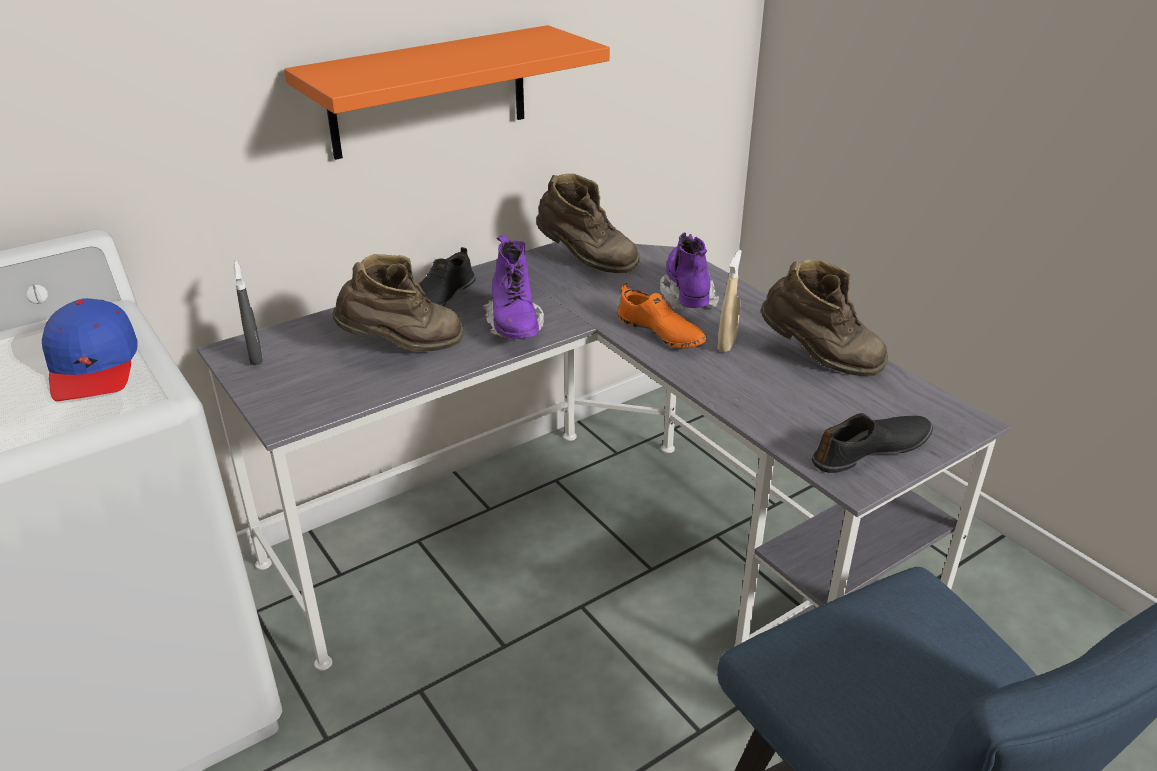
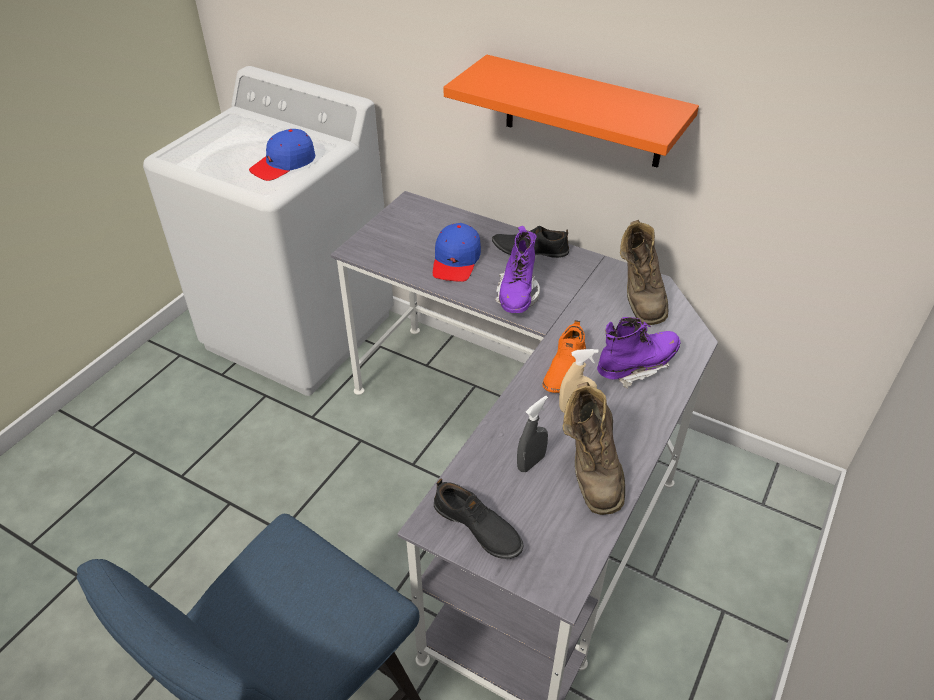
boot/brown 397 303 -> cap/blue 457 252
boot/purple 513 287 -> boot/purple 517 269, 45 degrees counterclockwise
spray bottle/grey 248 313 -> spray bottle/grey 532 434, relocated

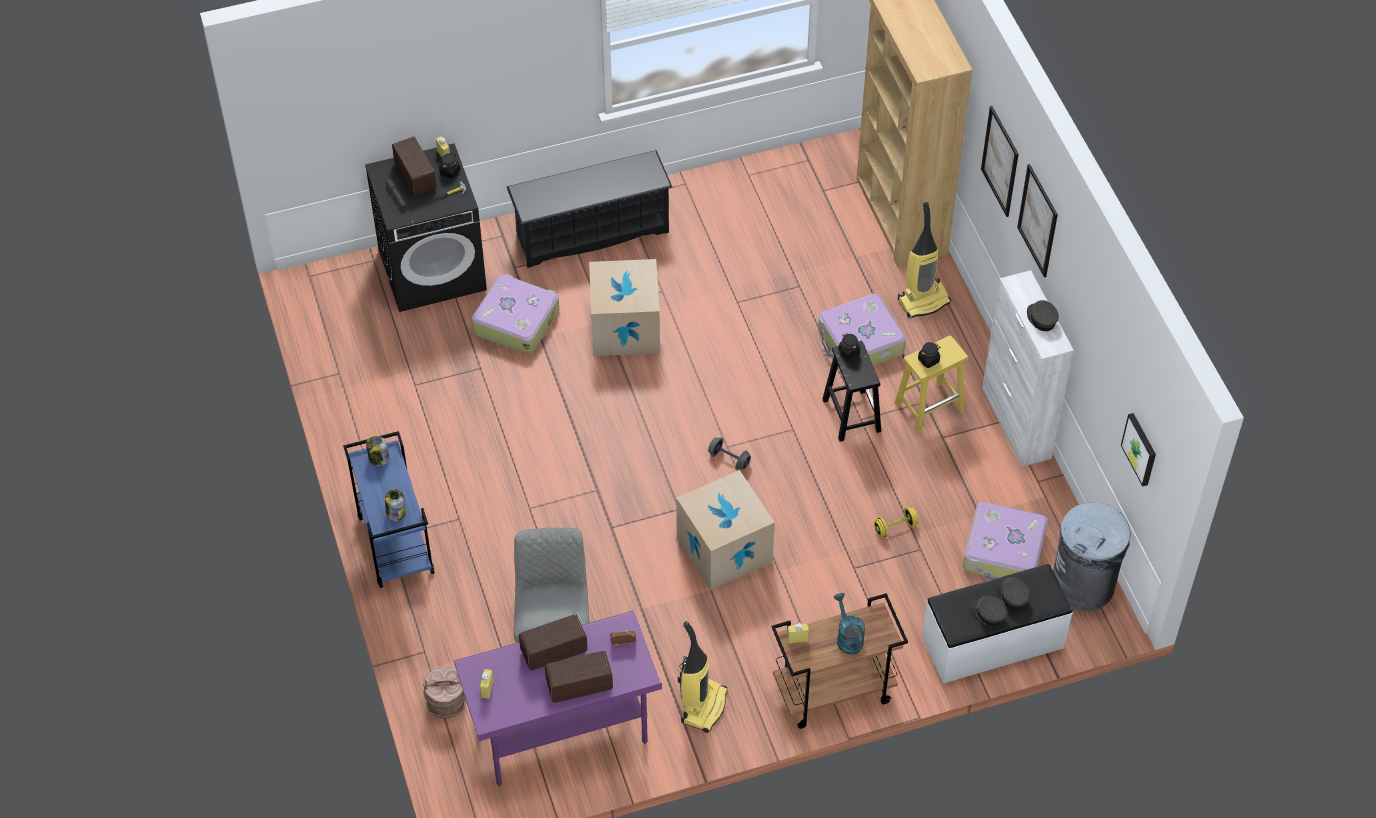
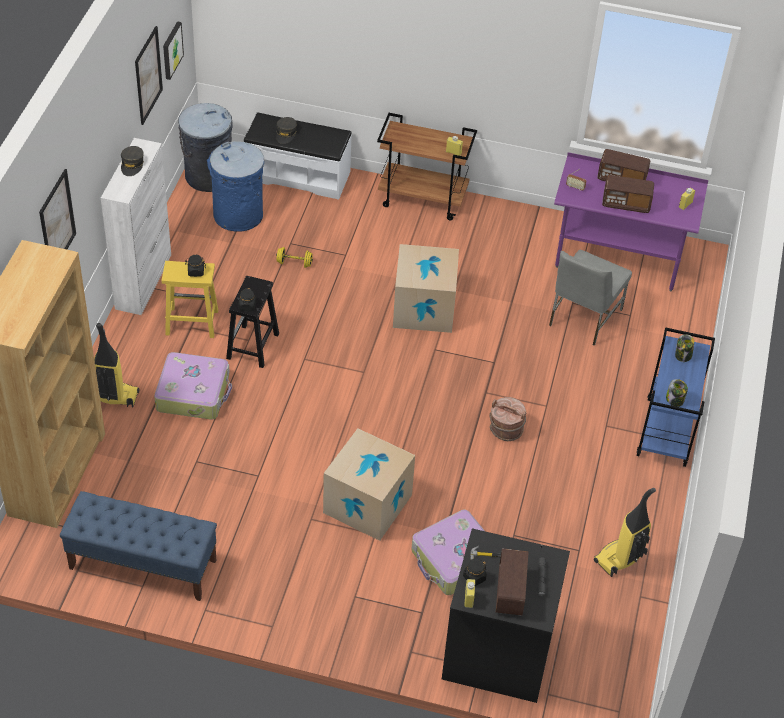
none -> bench/blue 138 546
picture 1037 221 -> picture 149 75, relocated
suitcase 1005 541 -> trash can/blue 235 186
bucket/brown 444 692 -> bucket/brown 508 419, relocated
vacuum cleaner 703 677 -> vacuum cleaner 625 532, relocated
shoe rack/black 590 209 -> none
dumbbell/grey 729 453 -> none
watering can/turquoise 849 623 -> none
cap/grey 988 610 -> none

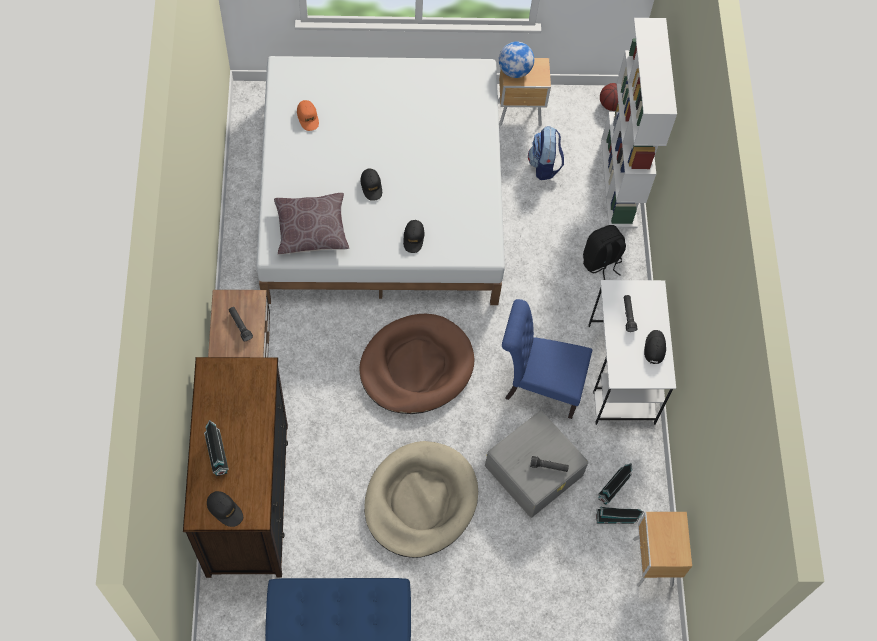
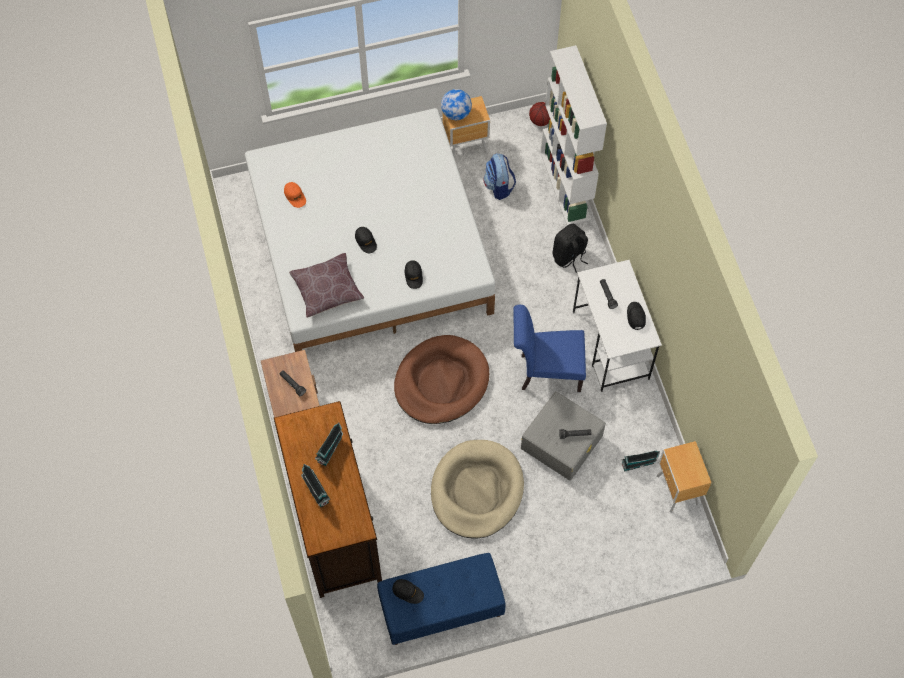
toy house 615 484 -> toy house 329 444, relocated
cap/black 225 509 -> cap/black 408 591, relocated

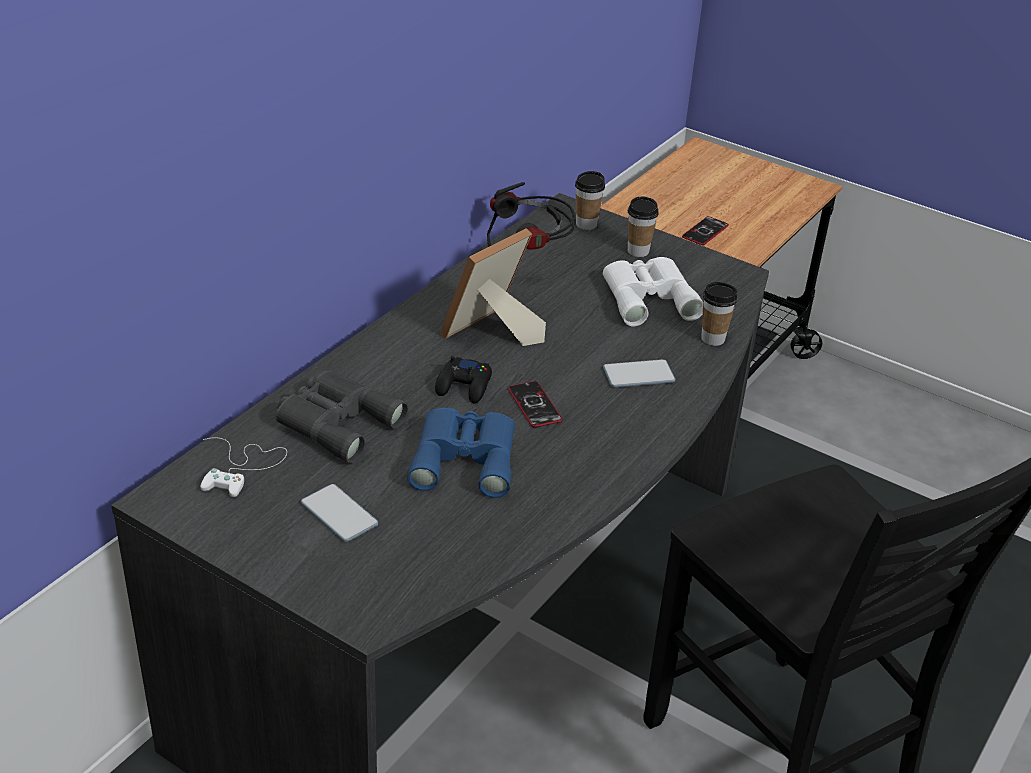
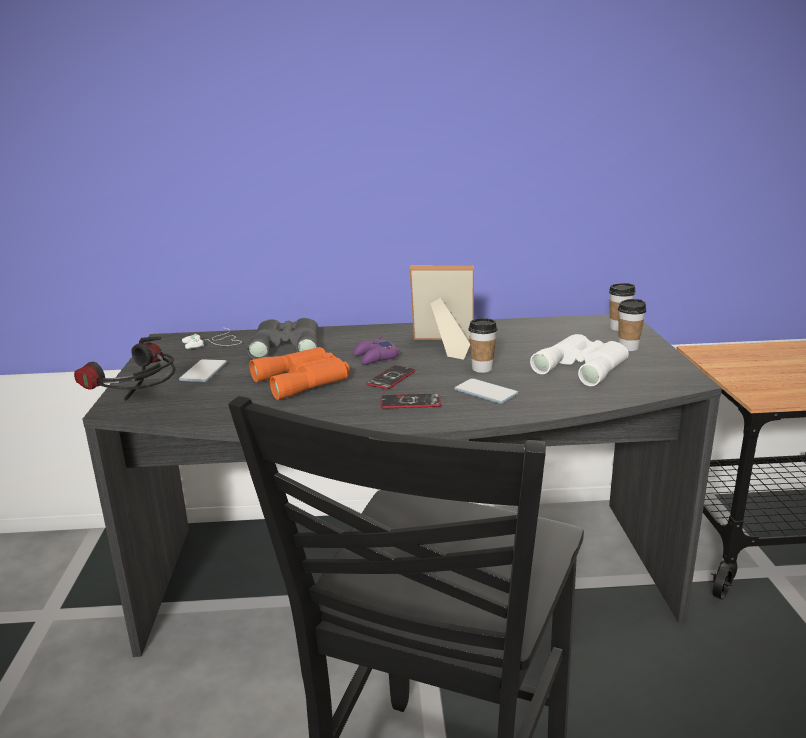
headphones 531 216 -> headphones 124 368, relocated
binoculars/blue 461 453 -> binoculars/orange 299 373
game controller/black 463 379 -> game controller/purple 376 350
phone 705 230 -> phone 411 401, relocated
cup 719 314 -> cup 482 345, relocated

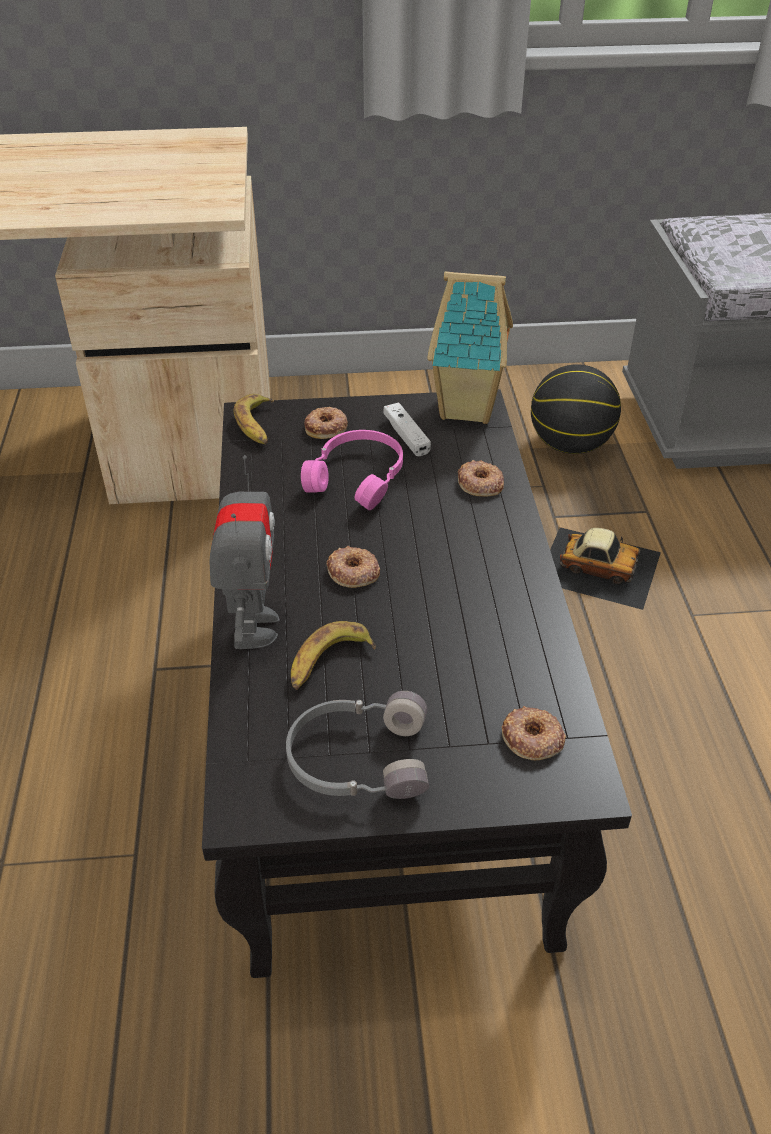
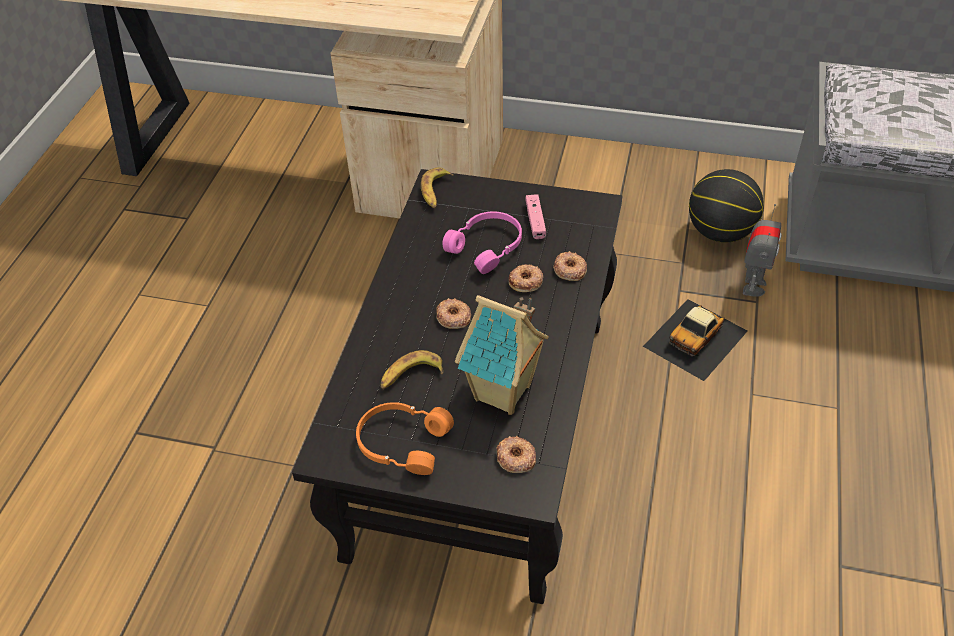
headphones/grey 357 745 -> headphones/orange 405 438
toy house 470 347 -> toy house 502 355, relocated
donut 326 423 -> donut 526 278, relocated
game controller/white 407 429 -> game controller/pink 535 216
toy car 605 568 -> toy car 695 340, 90 degrees clockwise
toy robot 244 552 -> toy robot 762 250, relocated

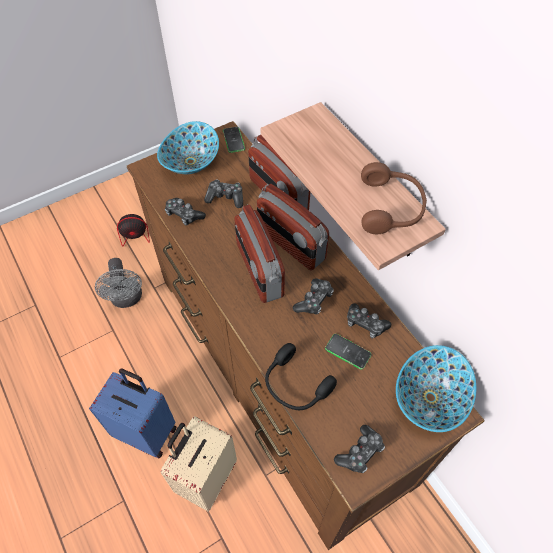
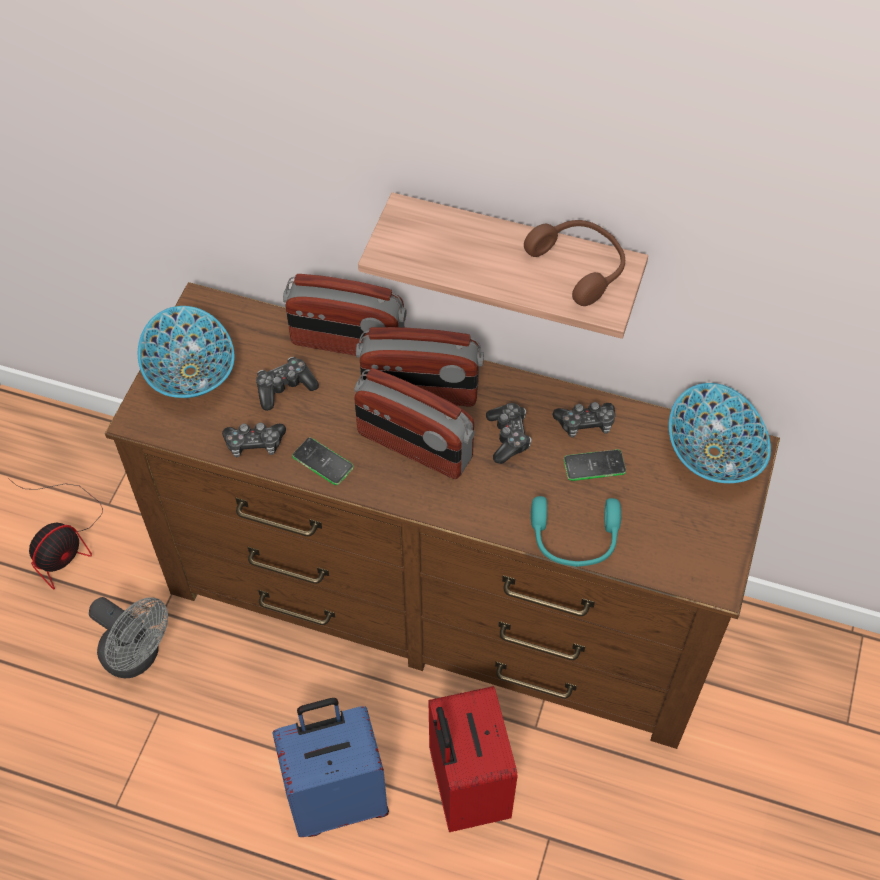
phone 234 140 -> phone 323 461, relocated
suitcase/beige 199 464 -> suitcase/red 472 759
headphones/black 301 376 -> headphones/turquoise 576 531
game controller 359 449 -> none

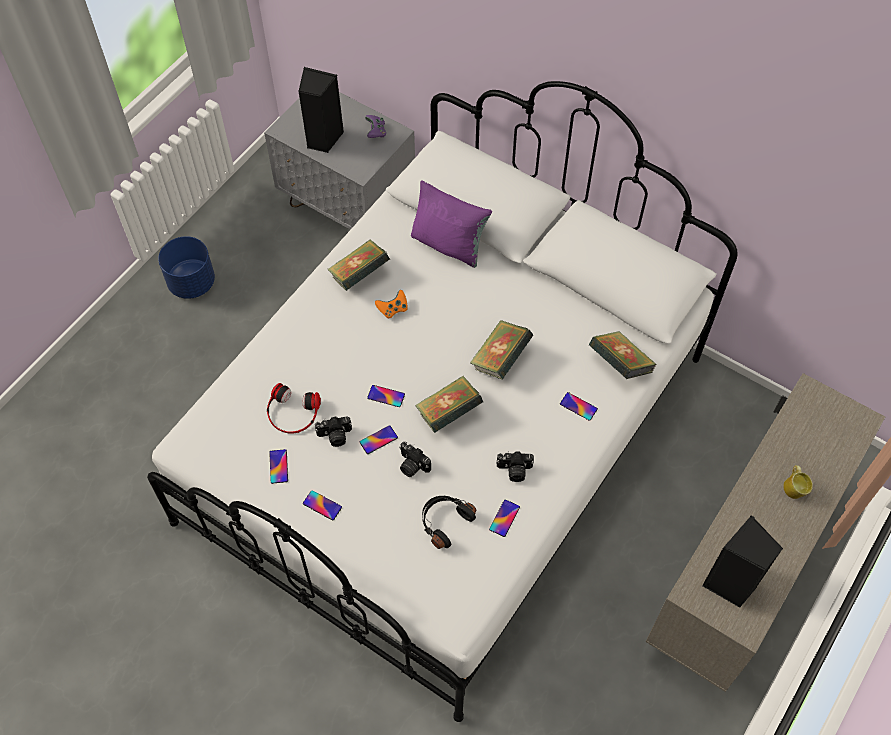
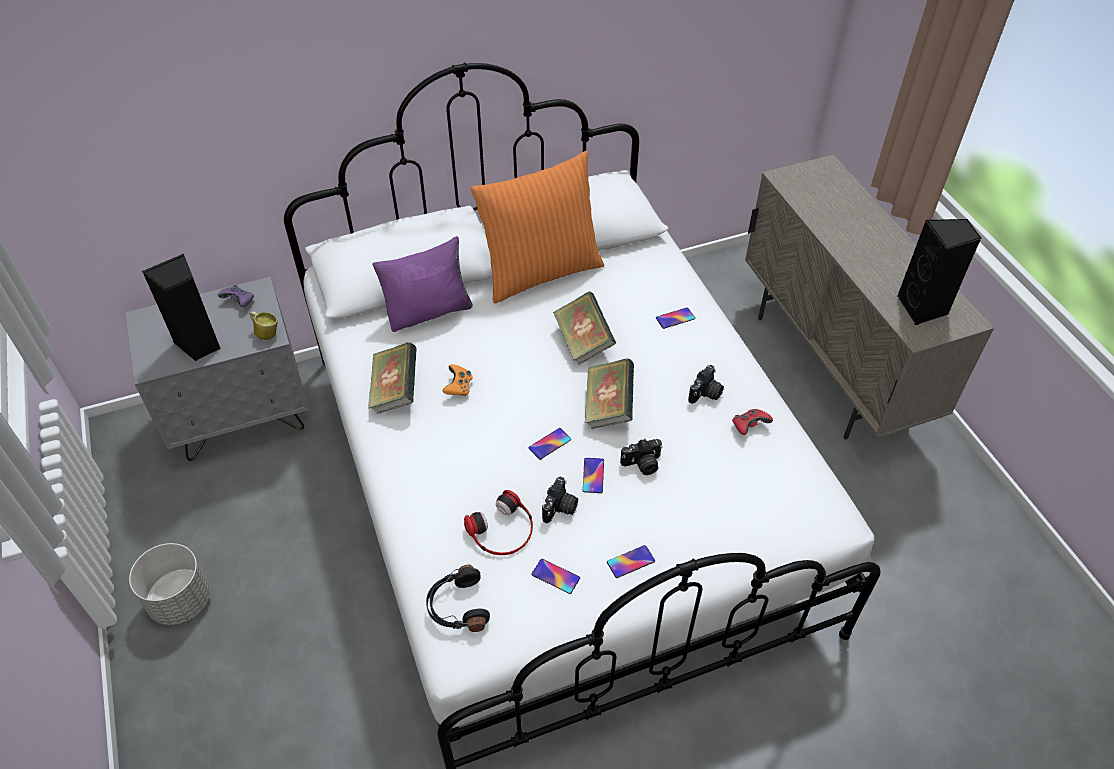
planter/blue 186 267 -> planter/grey 169 584
mug 798 482 -> mug 264 325, relocated
headphones/black 449 522 -> headphones/black 458 598, relocated
none -> pillow/orange 537 227
phone 504 518 -> game controller/red 752 422
book 623 355 -> none

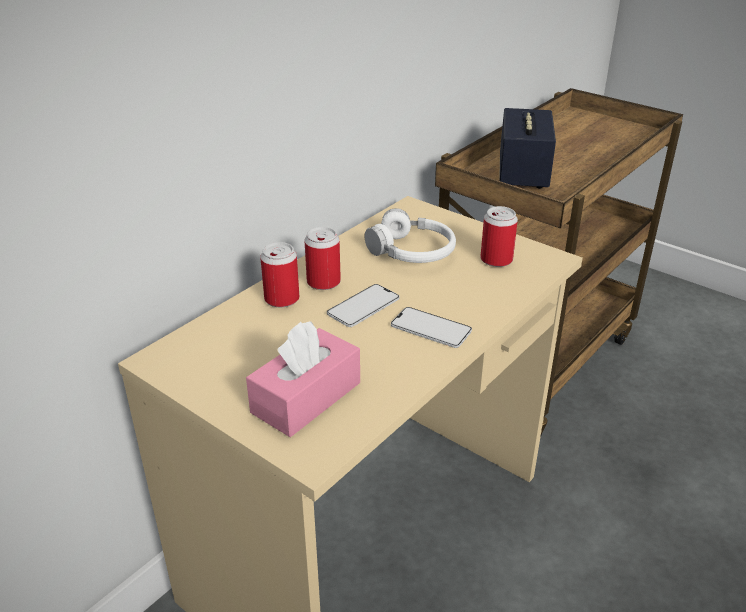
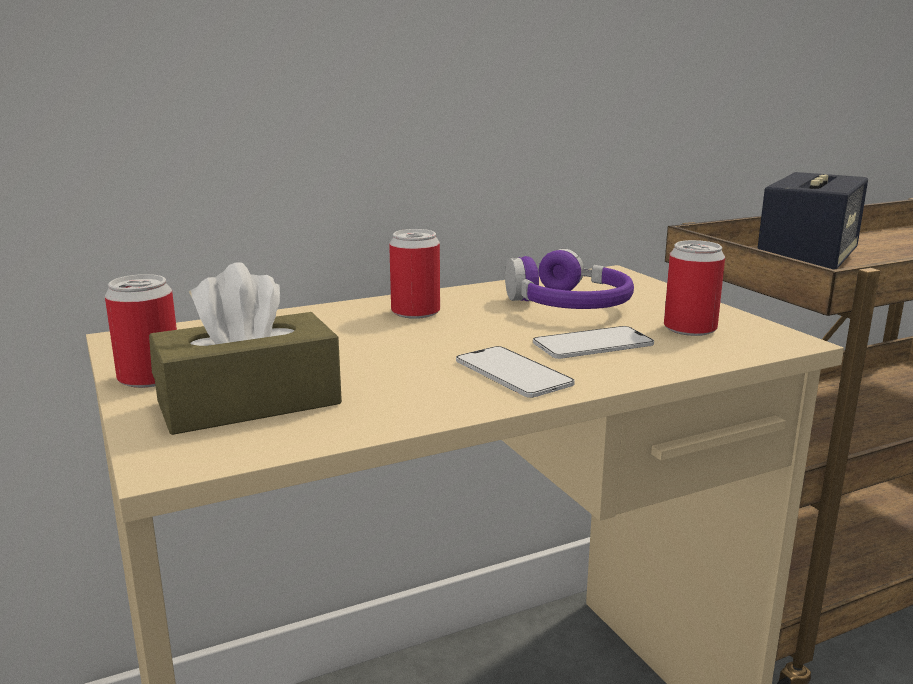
can 279 274 -> can 141 331, relocated
tissue box/pink 303 379 -> tissue box/brown 245 349
headphones/white 410 235 -> headphones/purple 569 279
phone 363 305 -> phone 593 342, relocated

